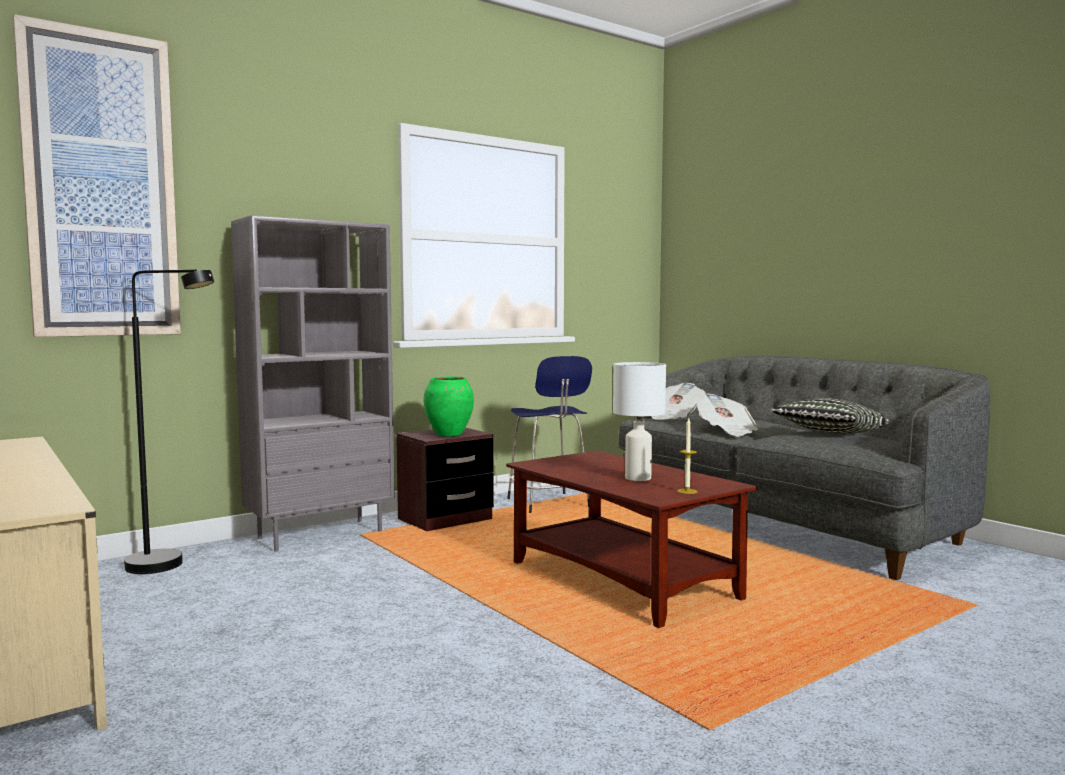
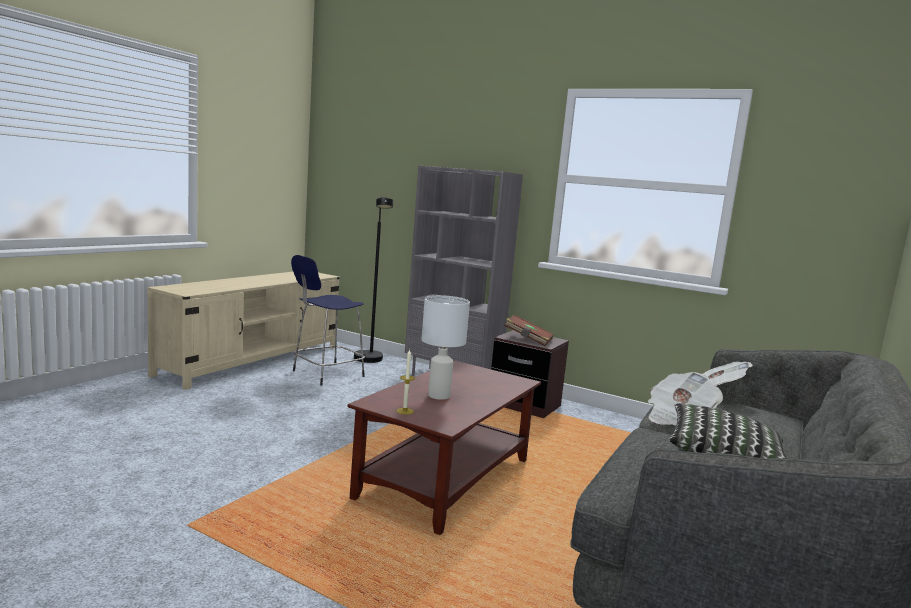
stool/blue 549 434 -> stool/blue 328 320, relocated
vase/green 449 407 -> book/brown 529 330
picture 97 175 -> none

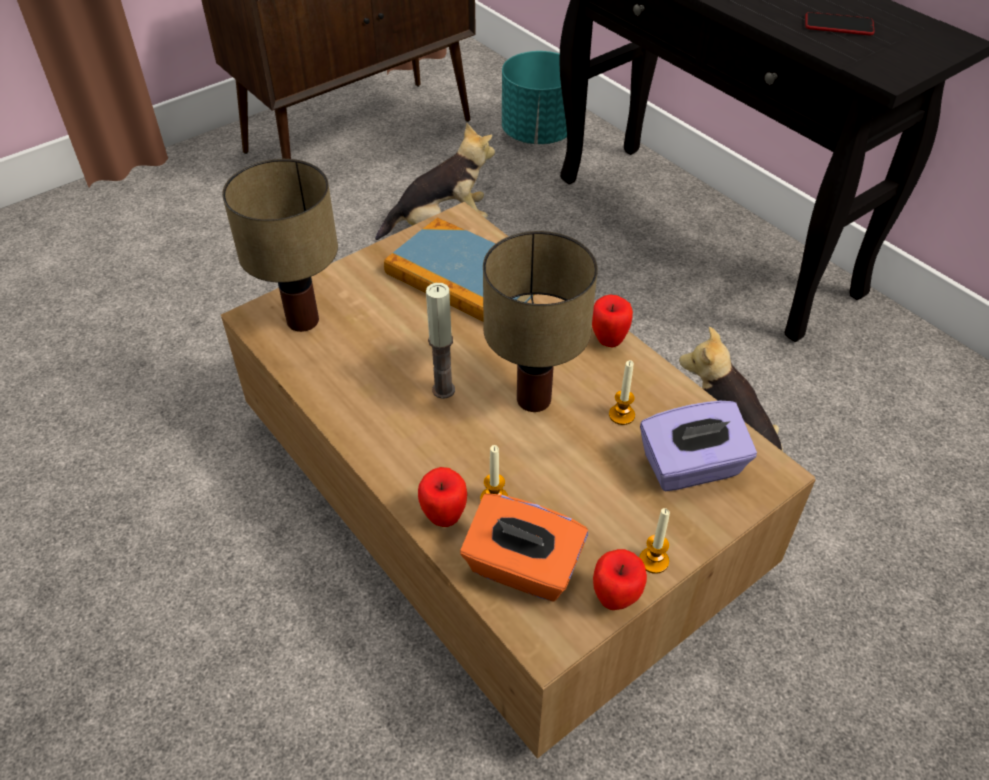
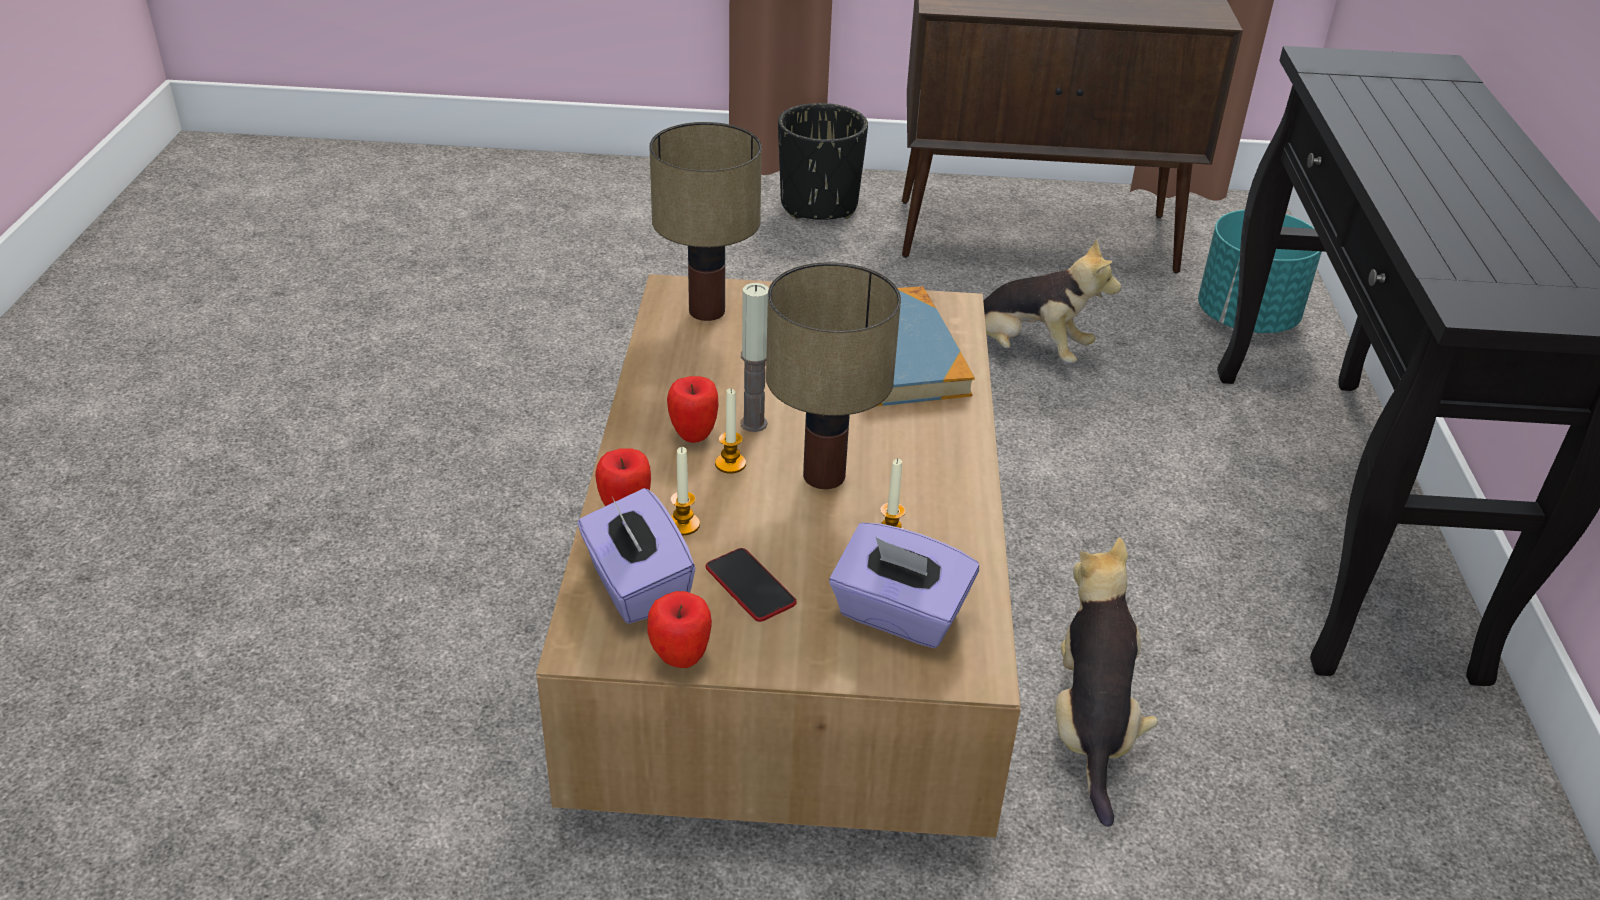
tissue box/orange 524 547 -> tissue box/purple 636 556
apple 612 321 -> apple 692 409, relocated
phone 840 23 -> phone 751 585, relocated
candle 654 541 -> candle 730 431, relocated
none -> planter/black 823 161

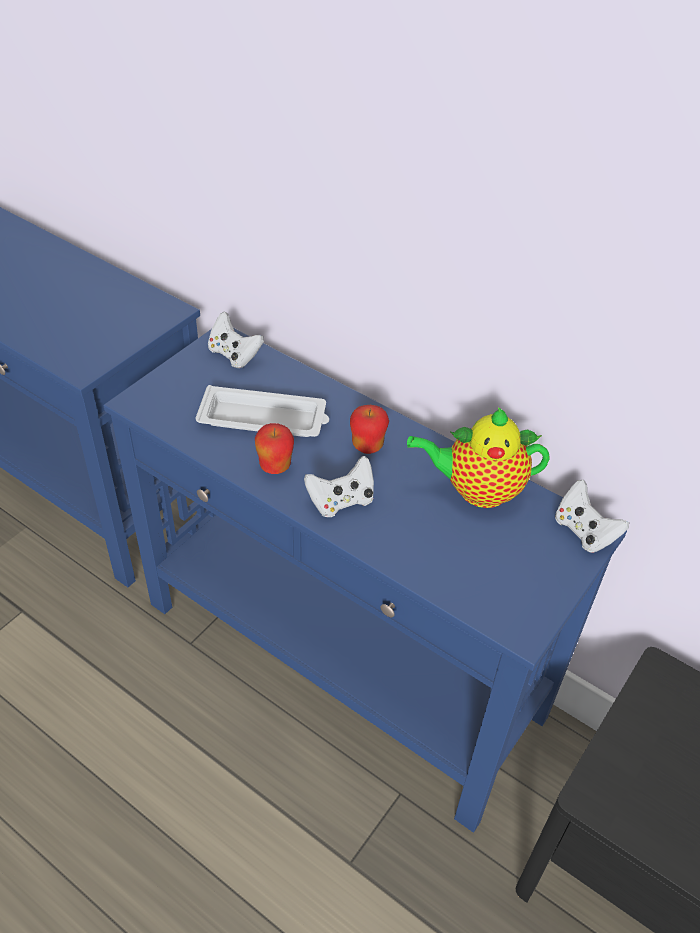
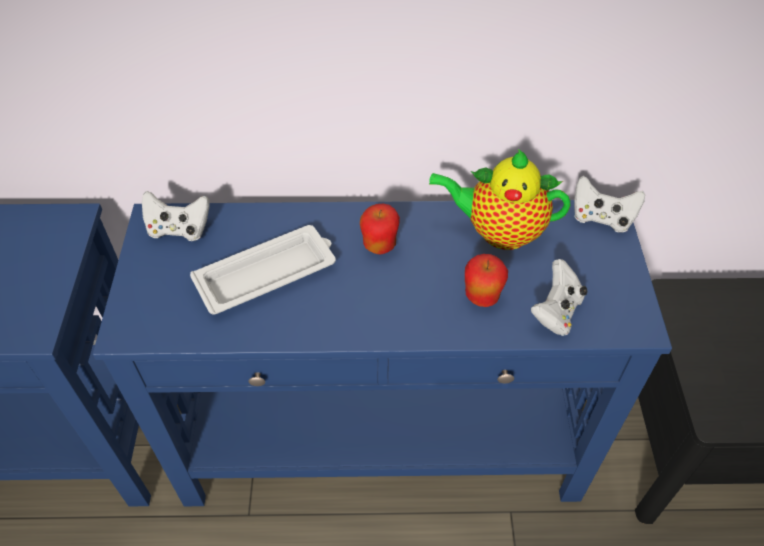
teapot 478 457 -> teapot 500 199, 45 degrees clockwise
apple 274 448 -> apple 486 280, relocated
game controller/white 339 486 -> game controller/white 559 297, relocated

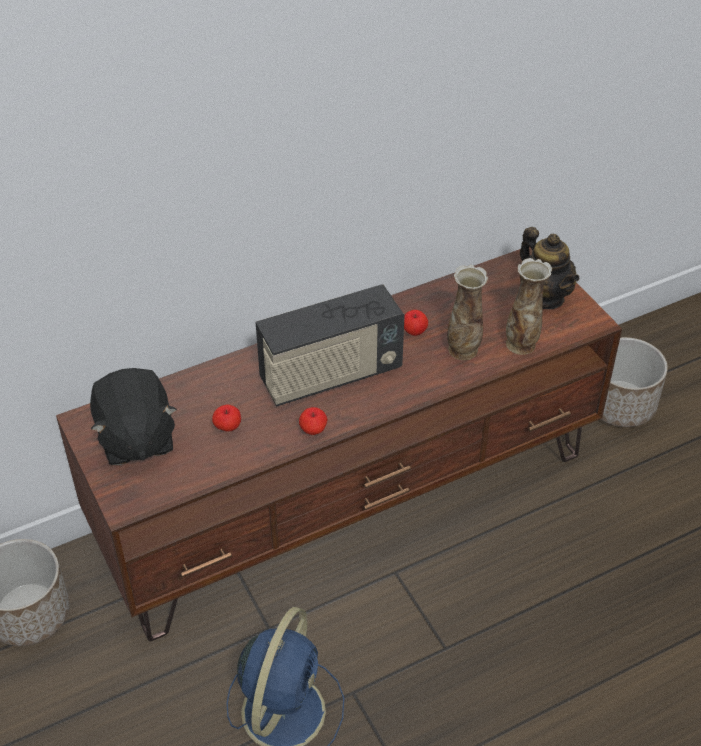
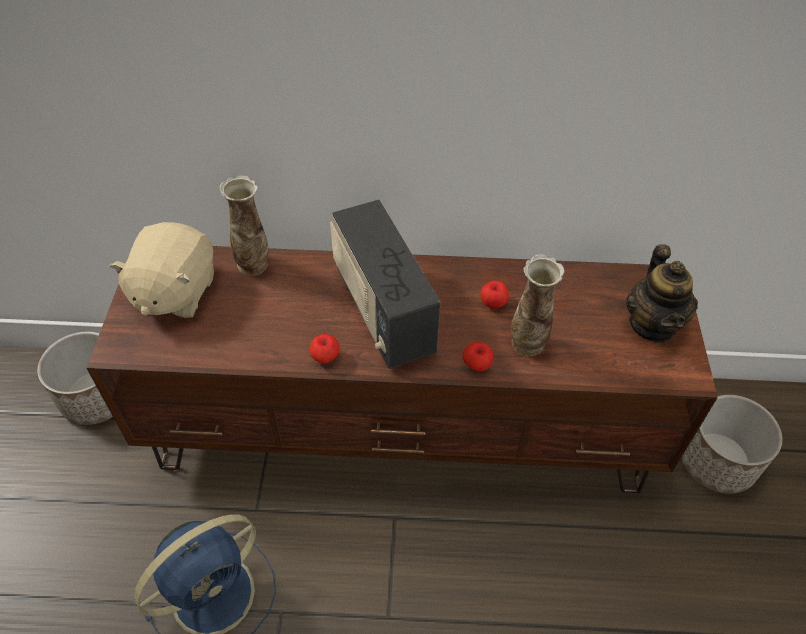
plush toy/black 133 416 -> plush toy/beige 161 270
vase 529 306 -> vase 244 225, relocated
radio 330 345 -> radio 385 284, 60 degrees clockwise
apple 226 418 -> apple 478 356, relocated

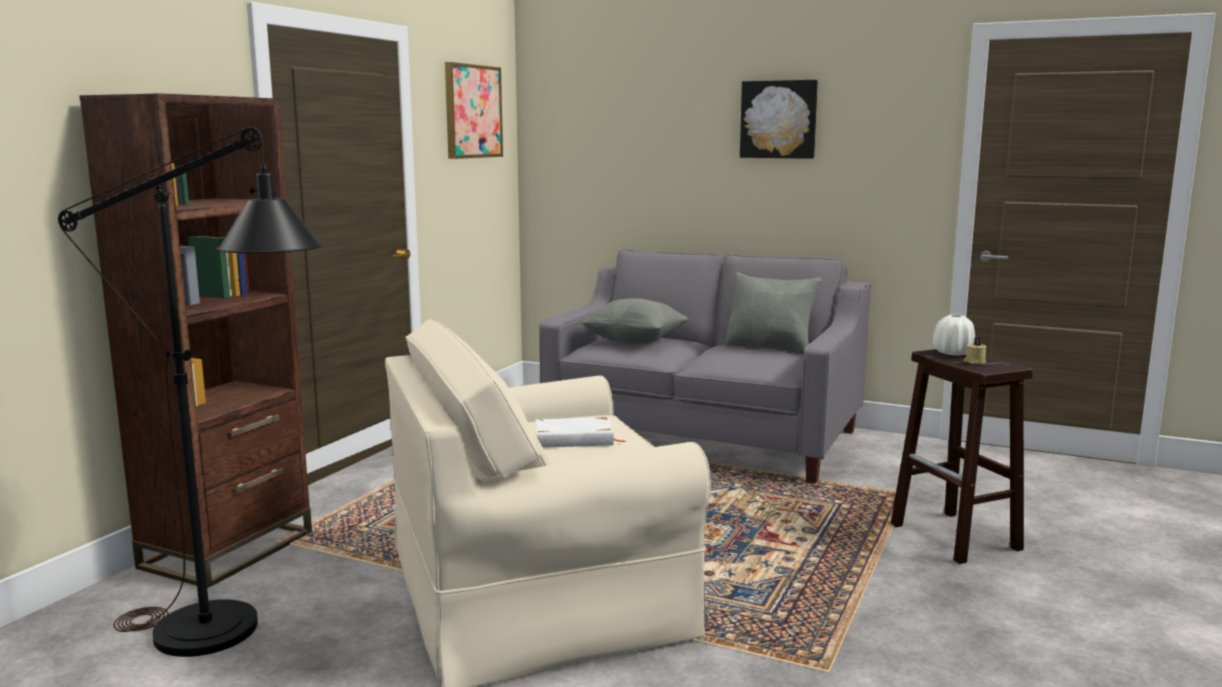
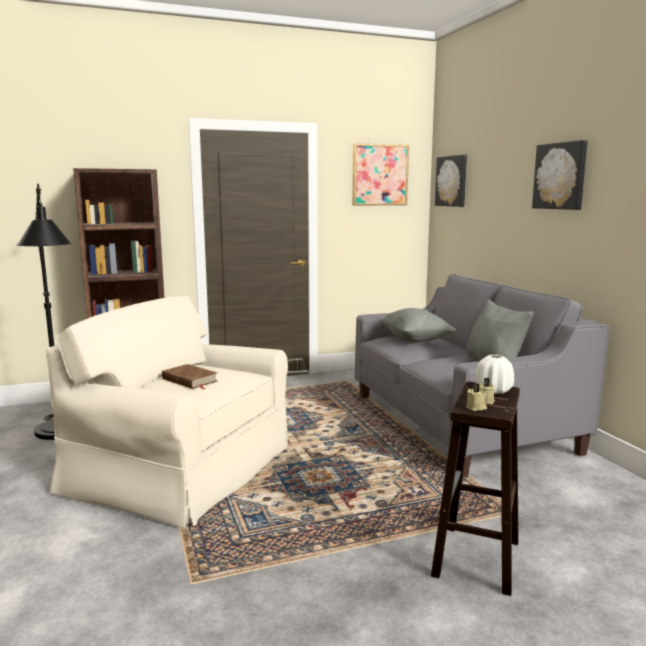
book/white 580 432 -> book/brown 189 376
none -> picture 451 181
none -> candle/beige 476 397

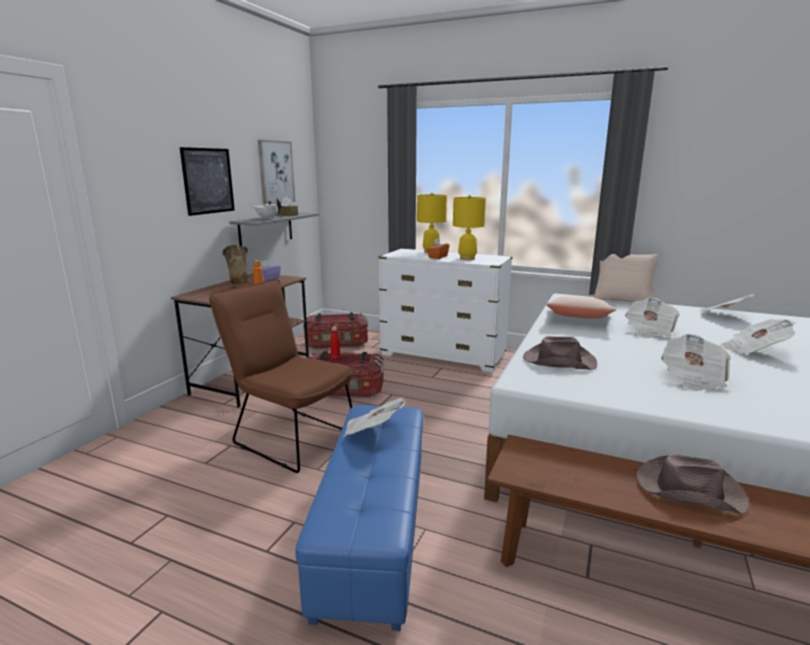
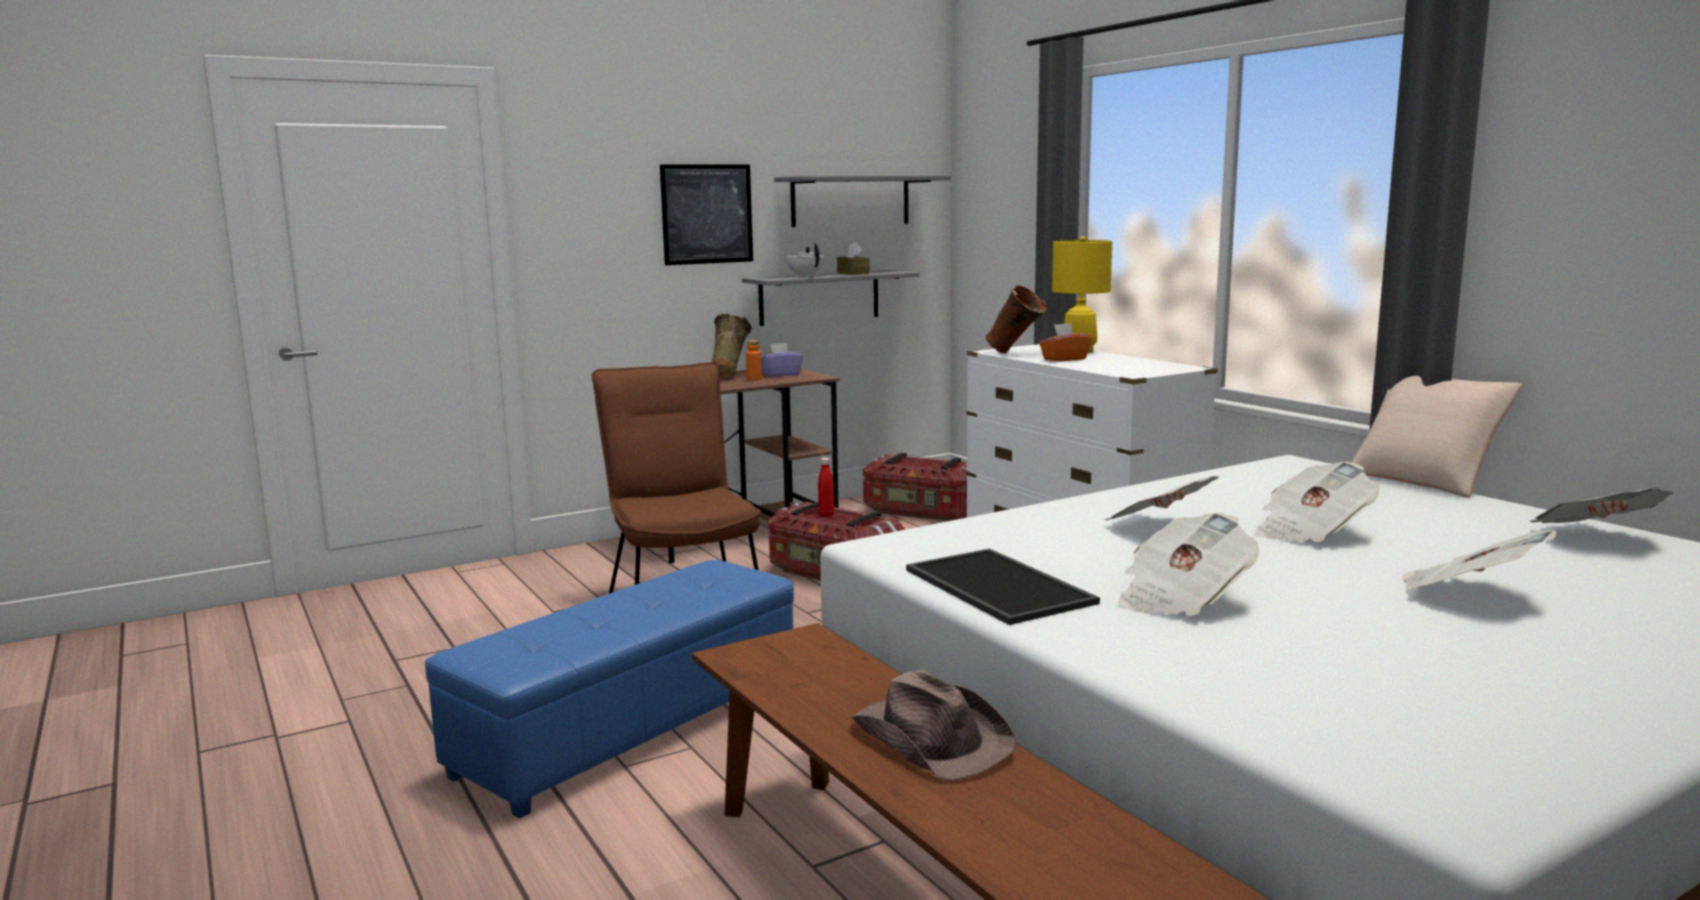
picture 276 172 -> shelf/grey 862 201
none -> tray 1003 586
none -> vase/brown 1016 319
newspaper 374 417 -> newspaper 1162 497, relocated
table lamp/yellow 469 227 -> none
hat/brown 560 353 -> none
pillow/beige 581 307 -> none

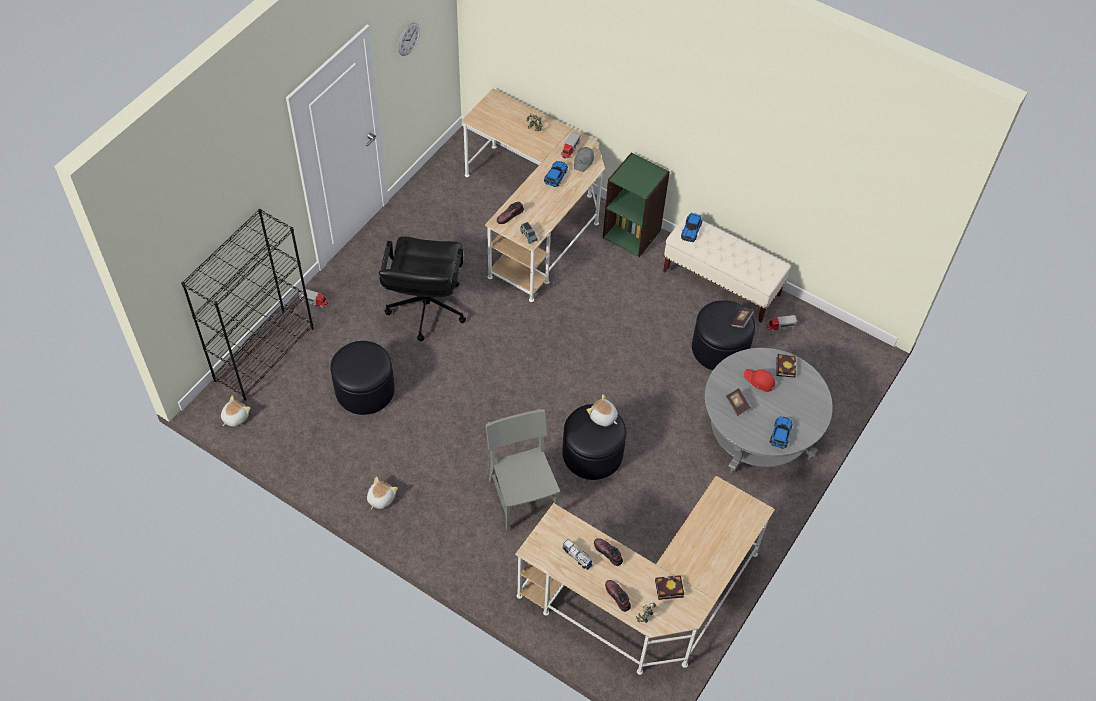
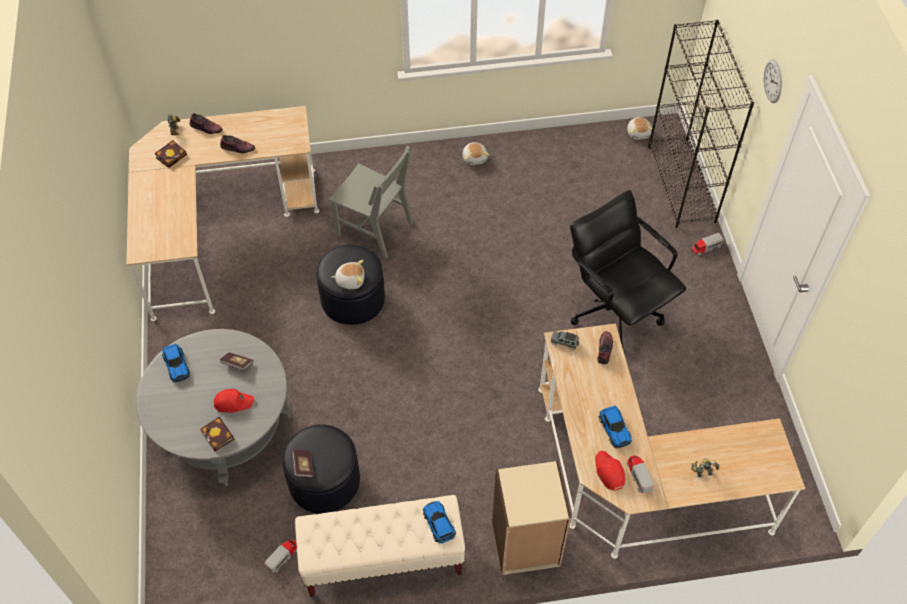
bookcase/green 636 204 -> bookcase/beige 531 518
cap/grey 584 159 -> cap/red 610 471
wall clock 409 39 -> wall clock 773 81, relocated
ottoman/black 362 378 -> none
toy truck 578 554 -> none

